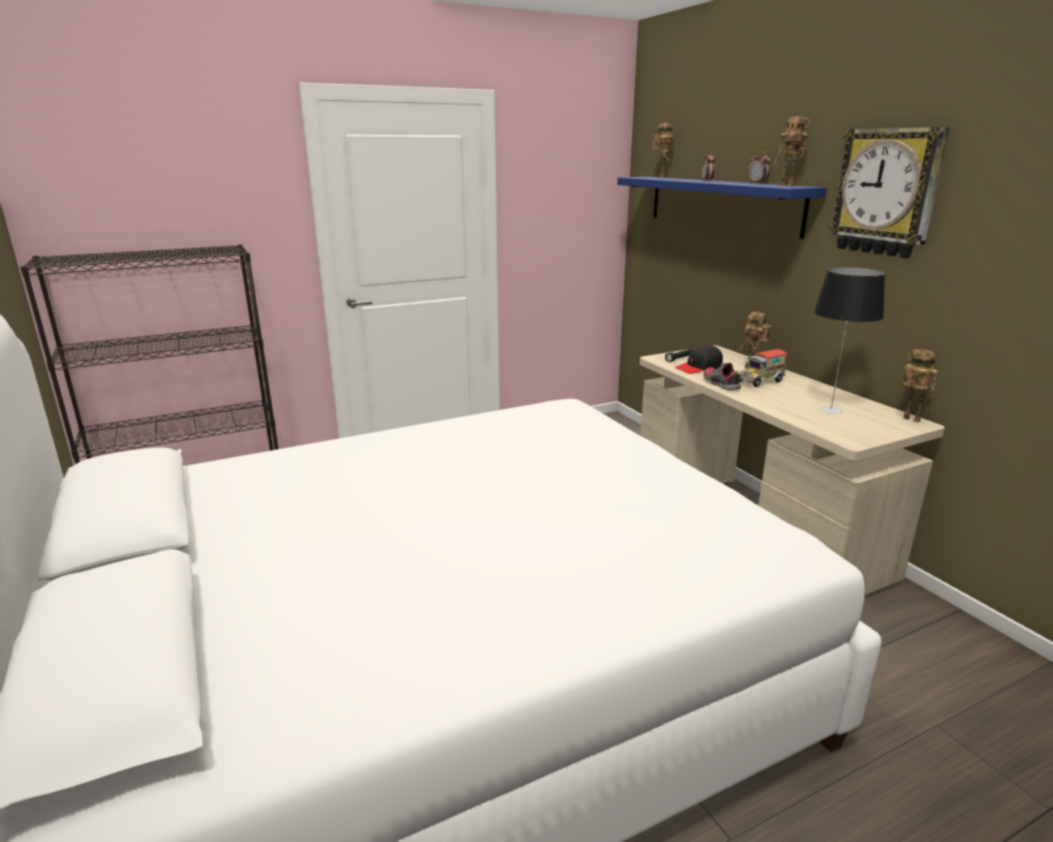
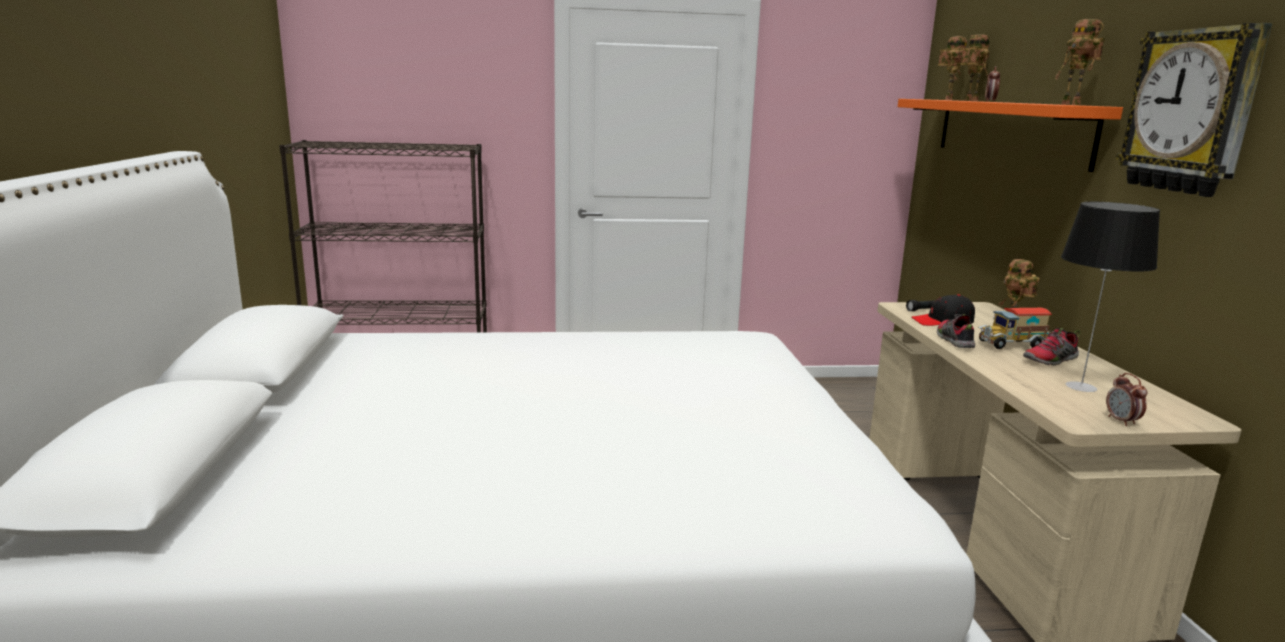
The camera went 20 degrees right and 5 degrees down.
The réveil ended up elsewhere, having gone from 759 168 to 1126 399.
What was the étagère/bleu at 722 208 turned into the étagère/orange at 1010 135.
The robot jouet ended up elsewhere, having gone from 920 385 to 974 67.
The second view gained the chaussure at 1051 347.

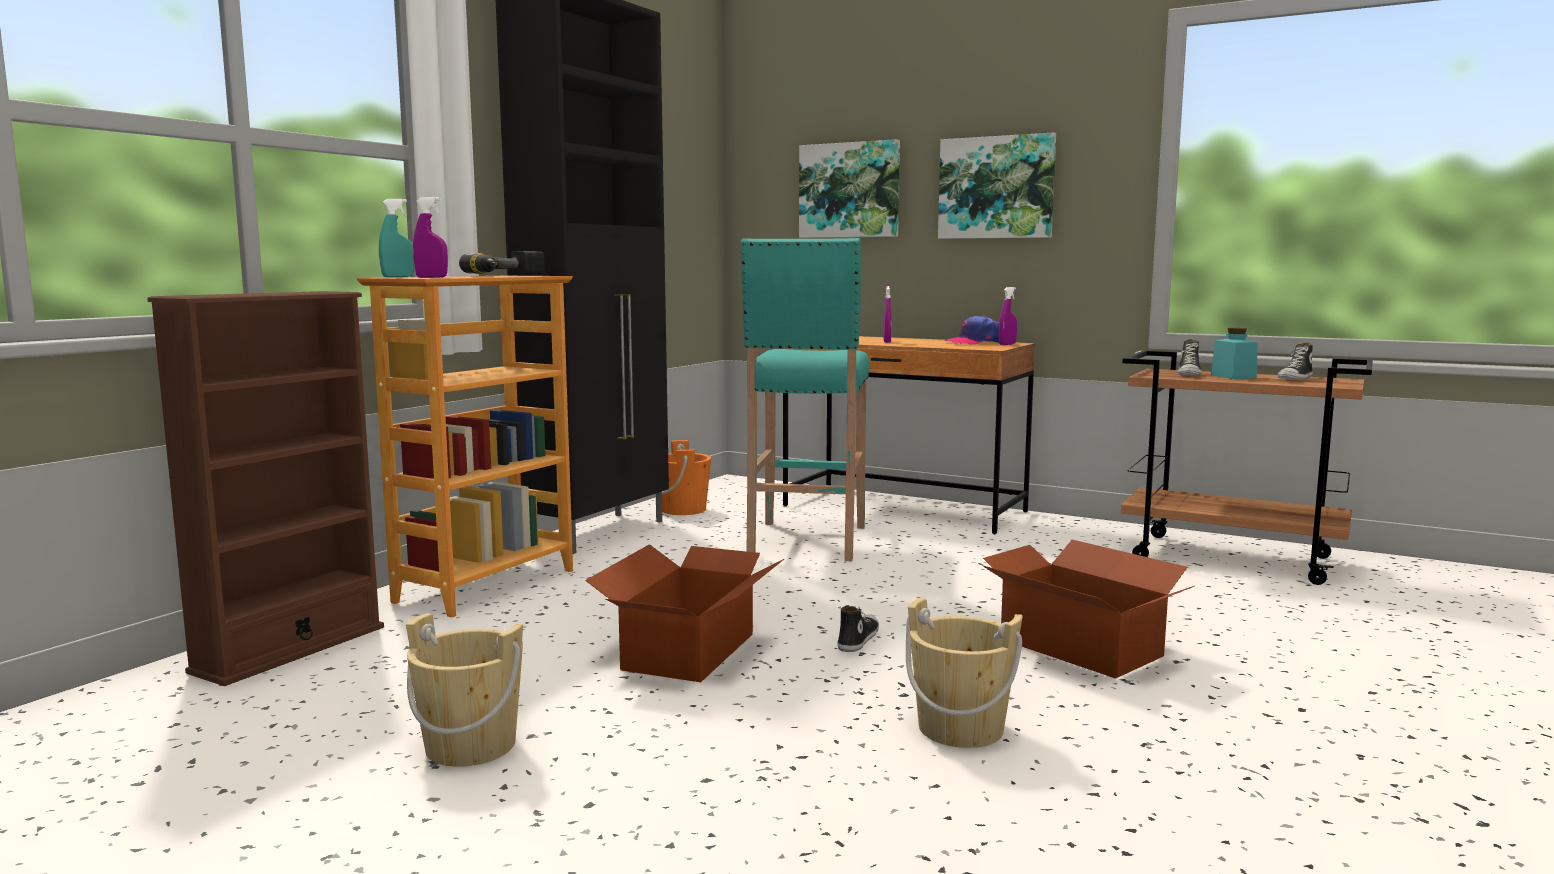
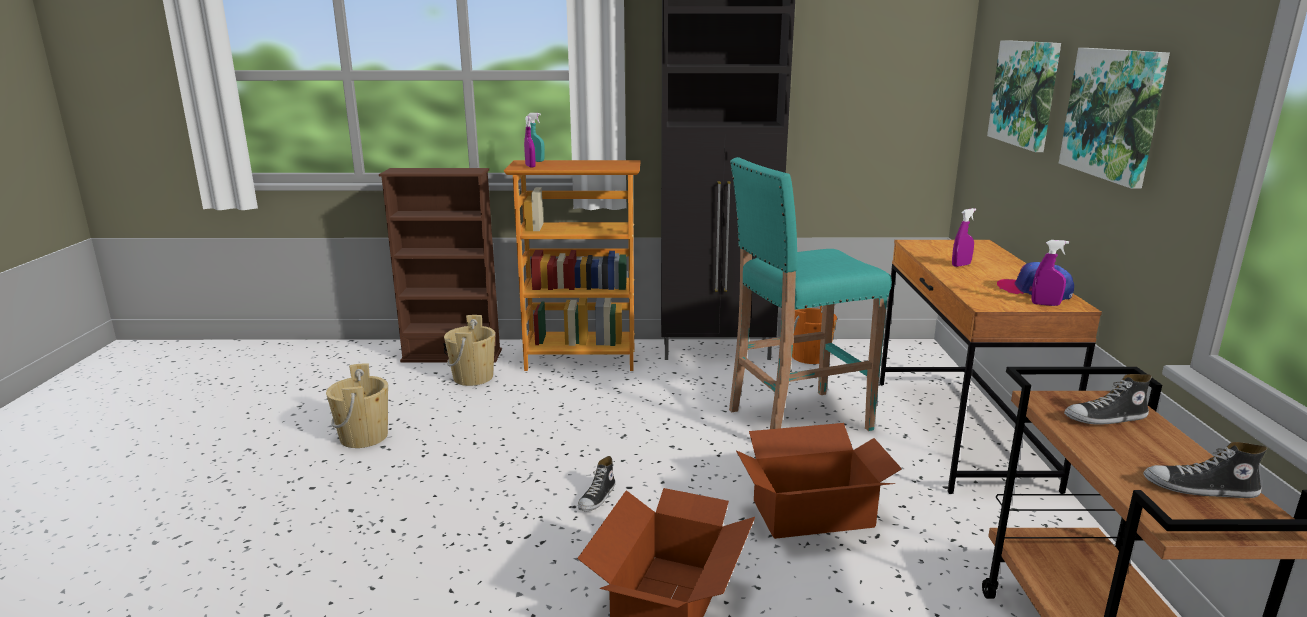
The camera went 60 degrees right and 10 degrees up.
The second view lost the perceuse at 502 263.
The second view lost the bocal/turquoise at 1234 353.
The carton ended up elsewhere, having gone from 684 613 to 819 481.
The seau/beige ended up elsewhere, having gone from 964 673 to 469 350.
The chaussure at 858 628 ended up facing another way, 120 degrees clockwise from before.

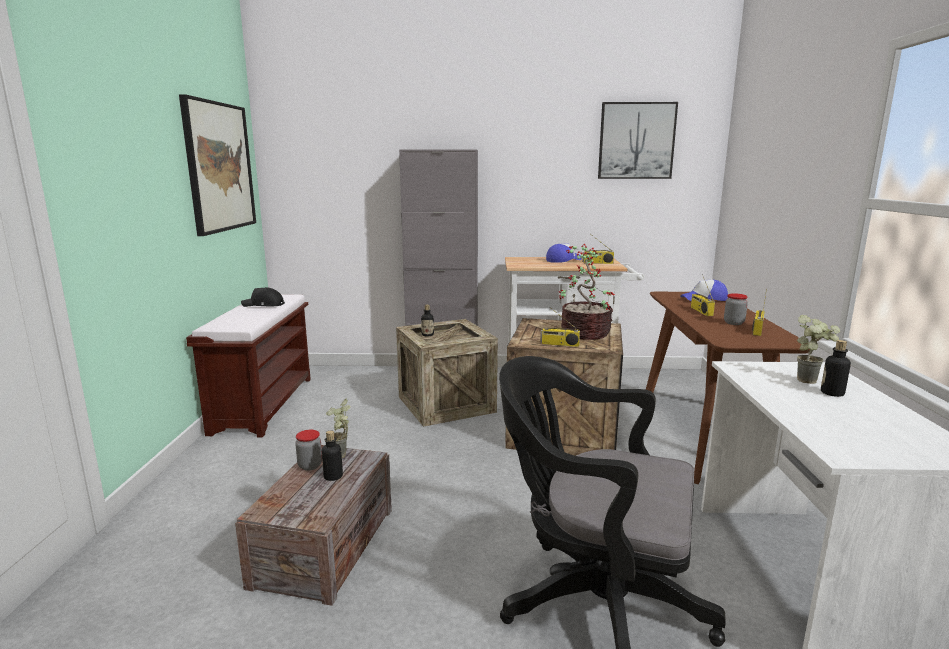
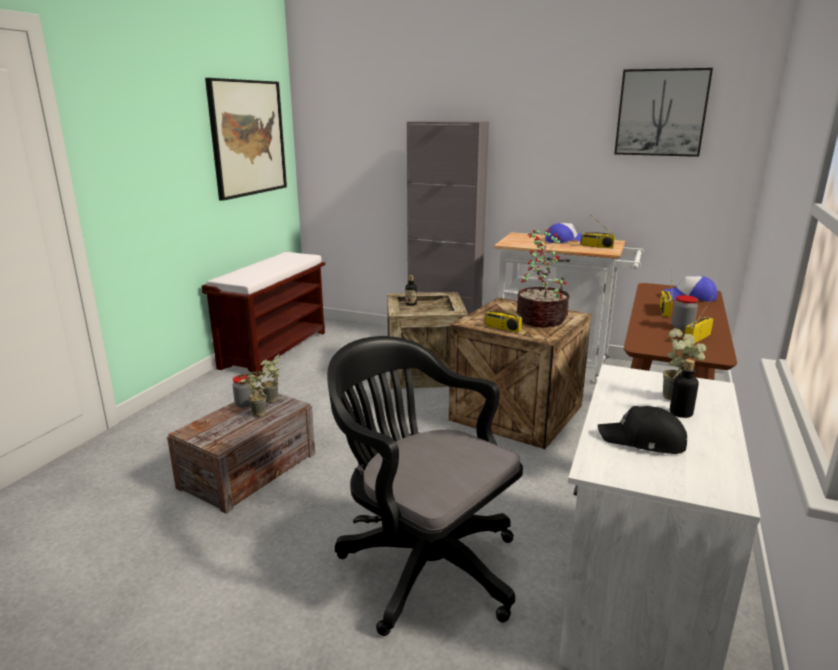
The camera went 20 degrees right and 5 degrees up.
The casquette/noir ended up elsewhere, having gone from 263 297 to 642 430.
Where the bouteille stood at 332 456, the plante en pot came to stand at 252 394.

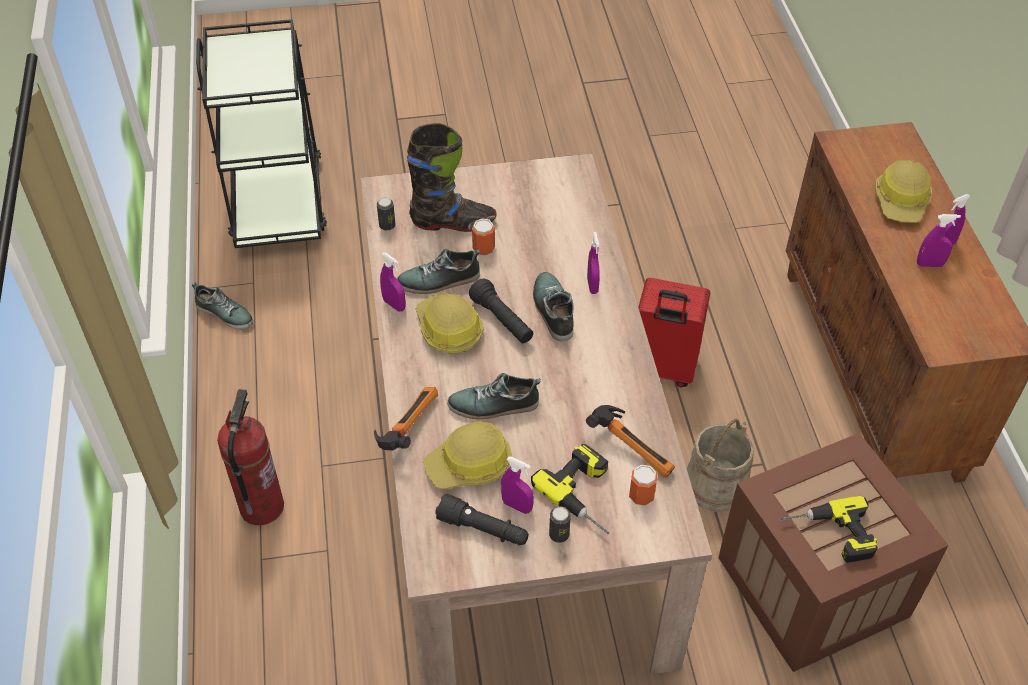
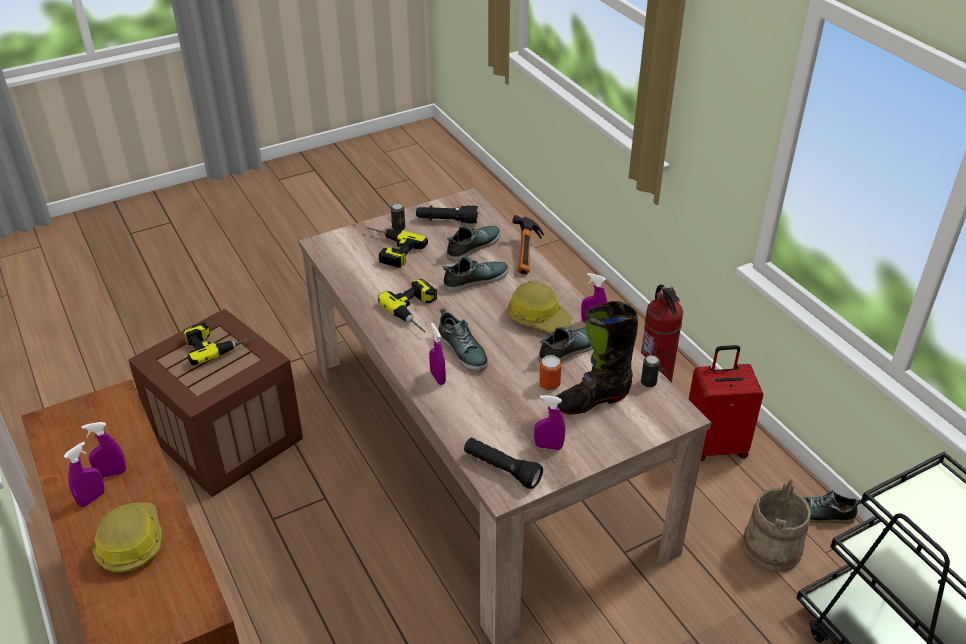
The camera went 160 degrees right and 10 degrees down.
The valise/rouge ended up elsewhere, having gone from 674 332 to 726 403.
The lampe de poche/noir ended up elsewhere, having gone from 501 311 to 503 463.
The second view lost the marteau at 630 441.
The seau/beige ended up elsewhere, having gone from 720 465 to 776 525.
Where the casque de chantier stood at 467 455, the chaussure came to stand at 474 244.
The vaporisateur/violet ended up elsewhere, having gone from 517 485 to 549 422.
The second view lost the boîte métallique at 643 485.
The second view gained the perceuse at 407 305.

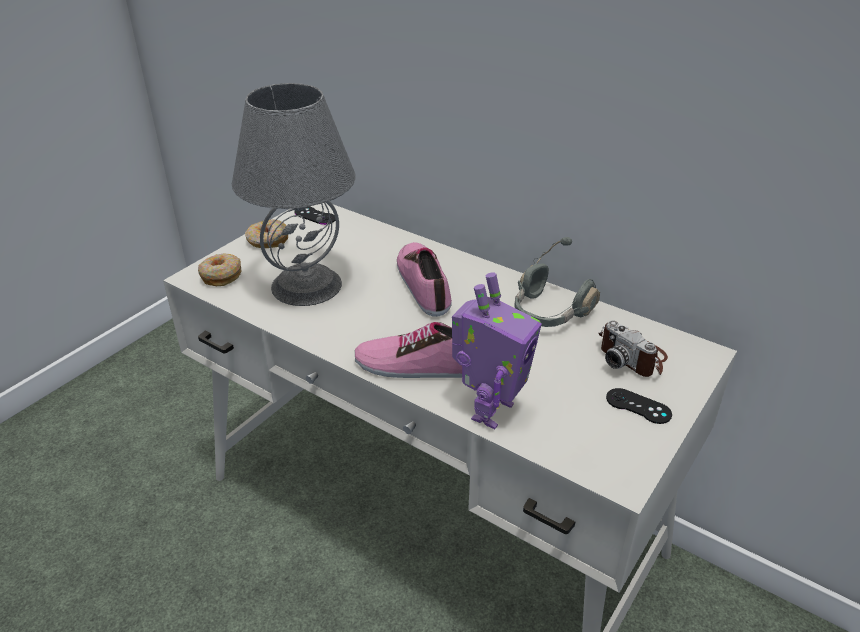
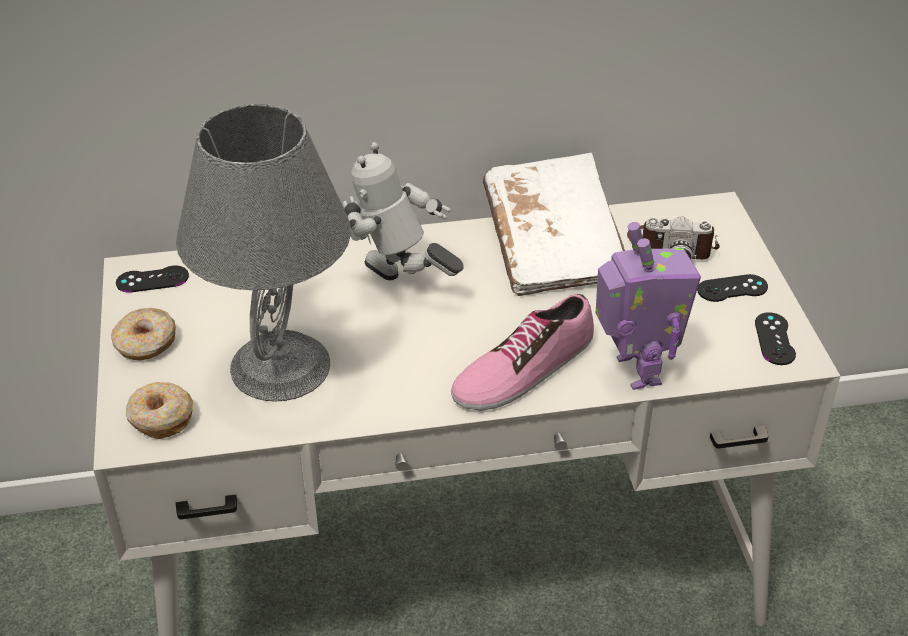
The camera went 45 degrees left and 5 degrees up.
Where the casque audio/gris stood at 557 282, the livre/blanc came to stand at 554 224.
Where the chaussure stood at 424 279, the robot jouet came to stand at 403 211.
The second view gained the manette/noir at 775 338.

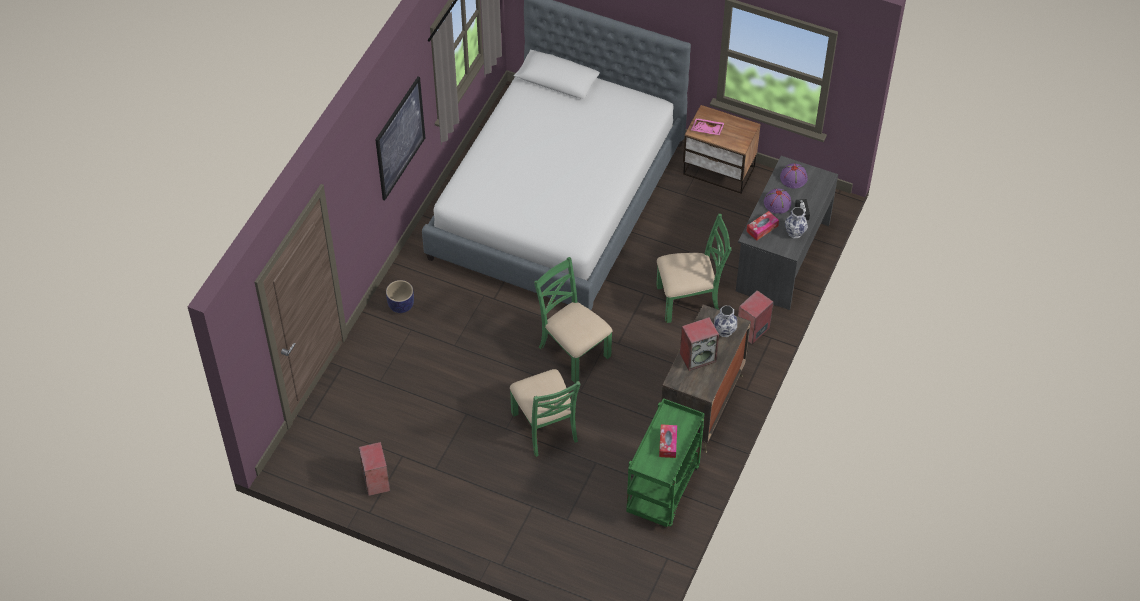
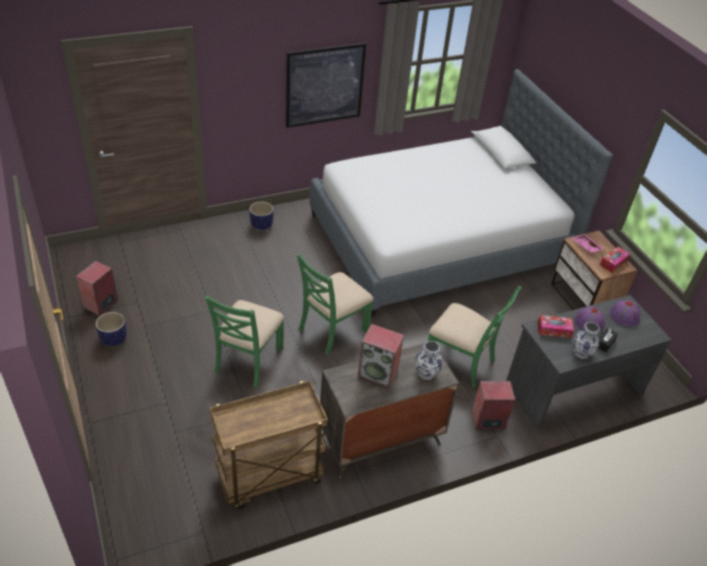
The camera went 40 degrees right and 10 degrees down.
The chaise/vert at 573 320 ended up facing another way, 135 degrees counterclockwise from before.
What was the chariot/vert at 665 462 turned into the chariot/marron at 268 445.
The boîte à mouchoirs ended up elsewhere, having gone from 668 441 to 615 260.
The second view gained the cache-pot at 111 329.

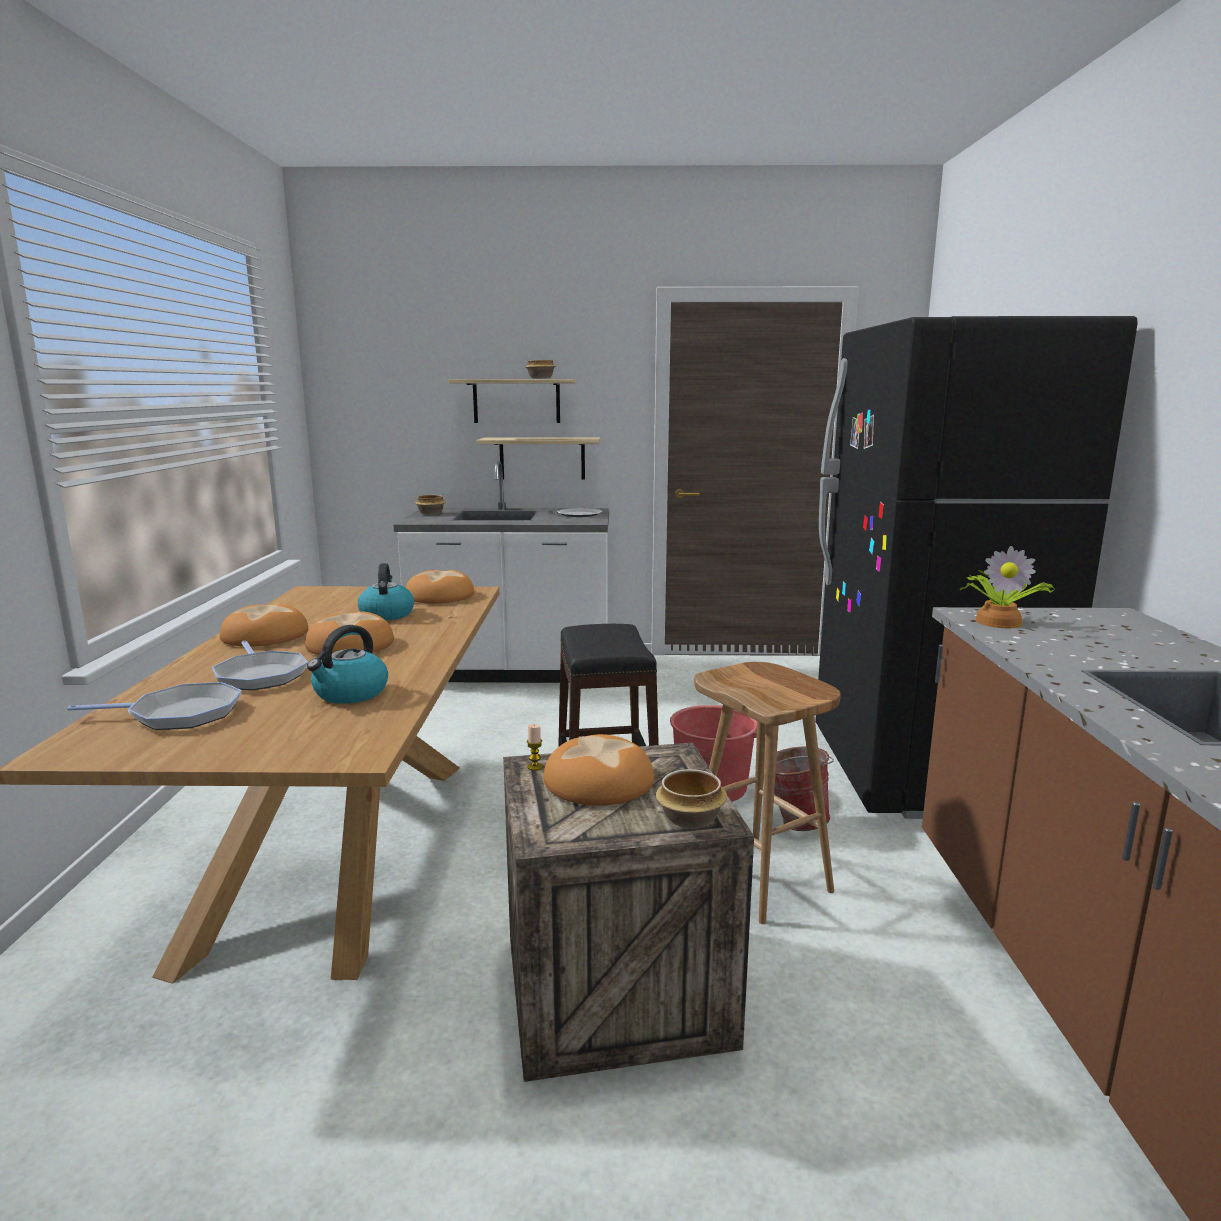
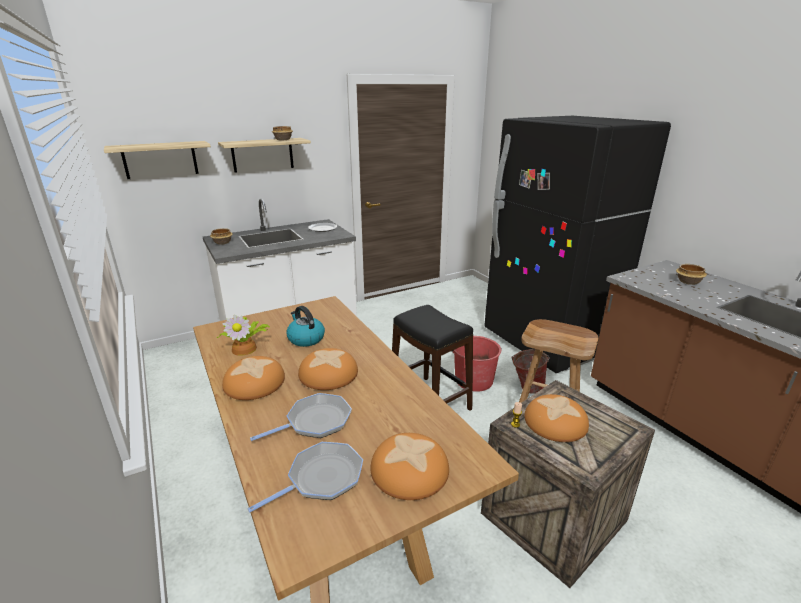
The camera went 30 degrees left and 10 degrees up.
The étagère ended up elsewhere, having gone from 538 458 to 157 160.
The plante en pot ended up elsewhere, having gone from 1007 587 to 243 335.
The pain ended up elsewhere, having gone from 440 587 to 409 466.
The second view lost the bouilloire at 347 664.
The poêle at 260 665 ended up facing another way, 60 degrees counterclockwise from before.
The bol ended up elsewhere, having gone from 691 799 to 691 274.

